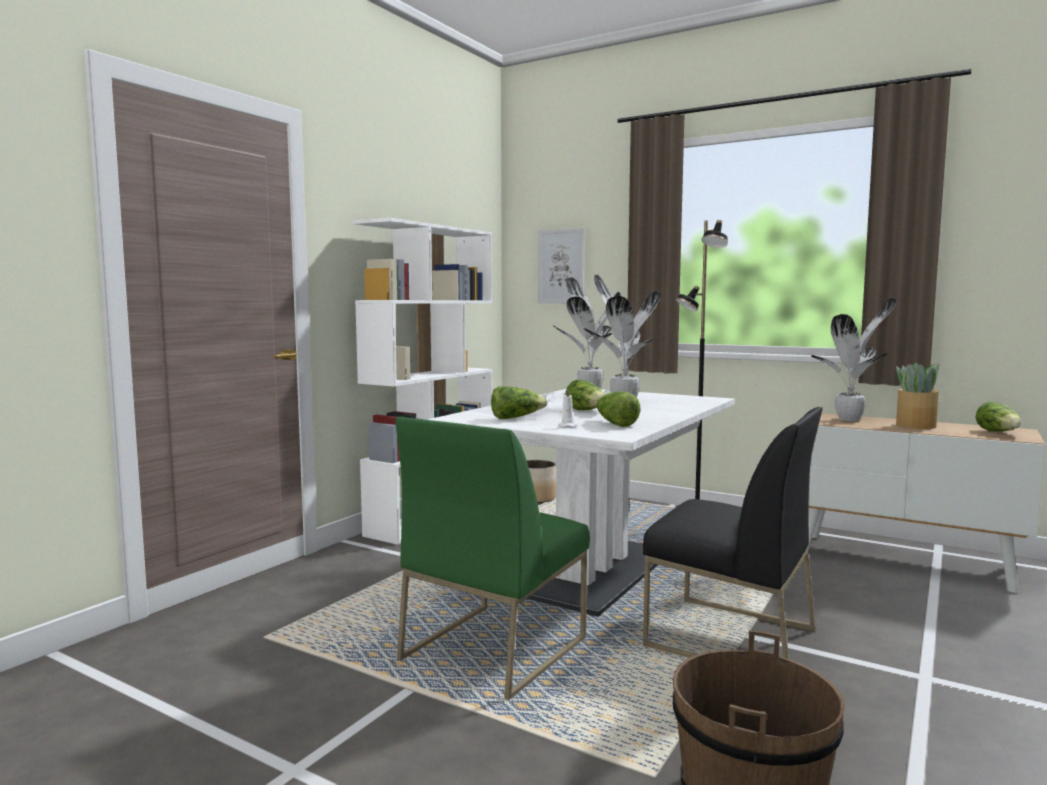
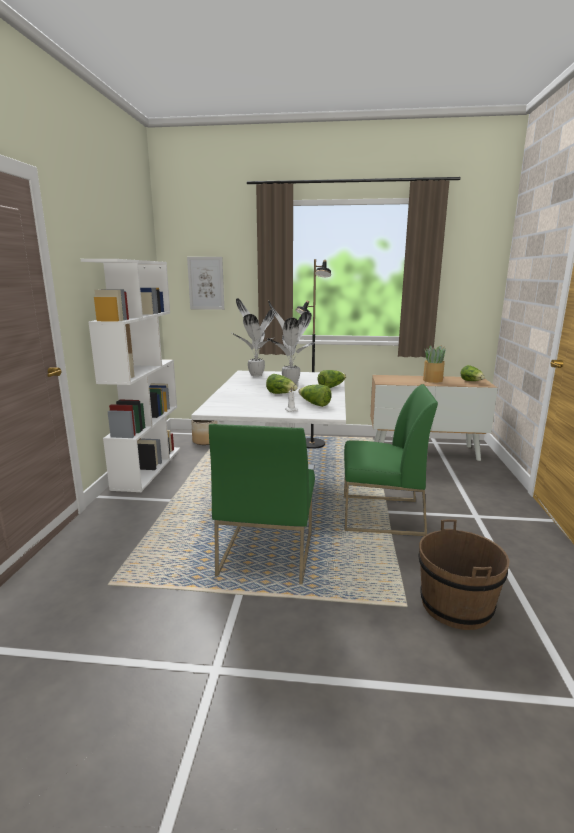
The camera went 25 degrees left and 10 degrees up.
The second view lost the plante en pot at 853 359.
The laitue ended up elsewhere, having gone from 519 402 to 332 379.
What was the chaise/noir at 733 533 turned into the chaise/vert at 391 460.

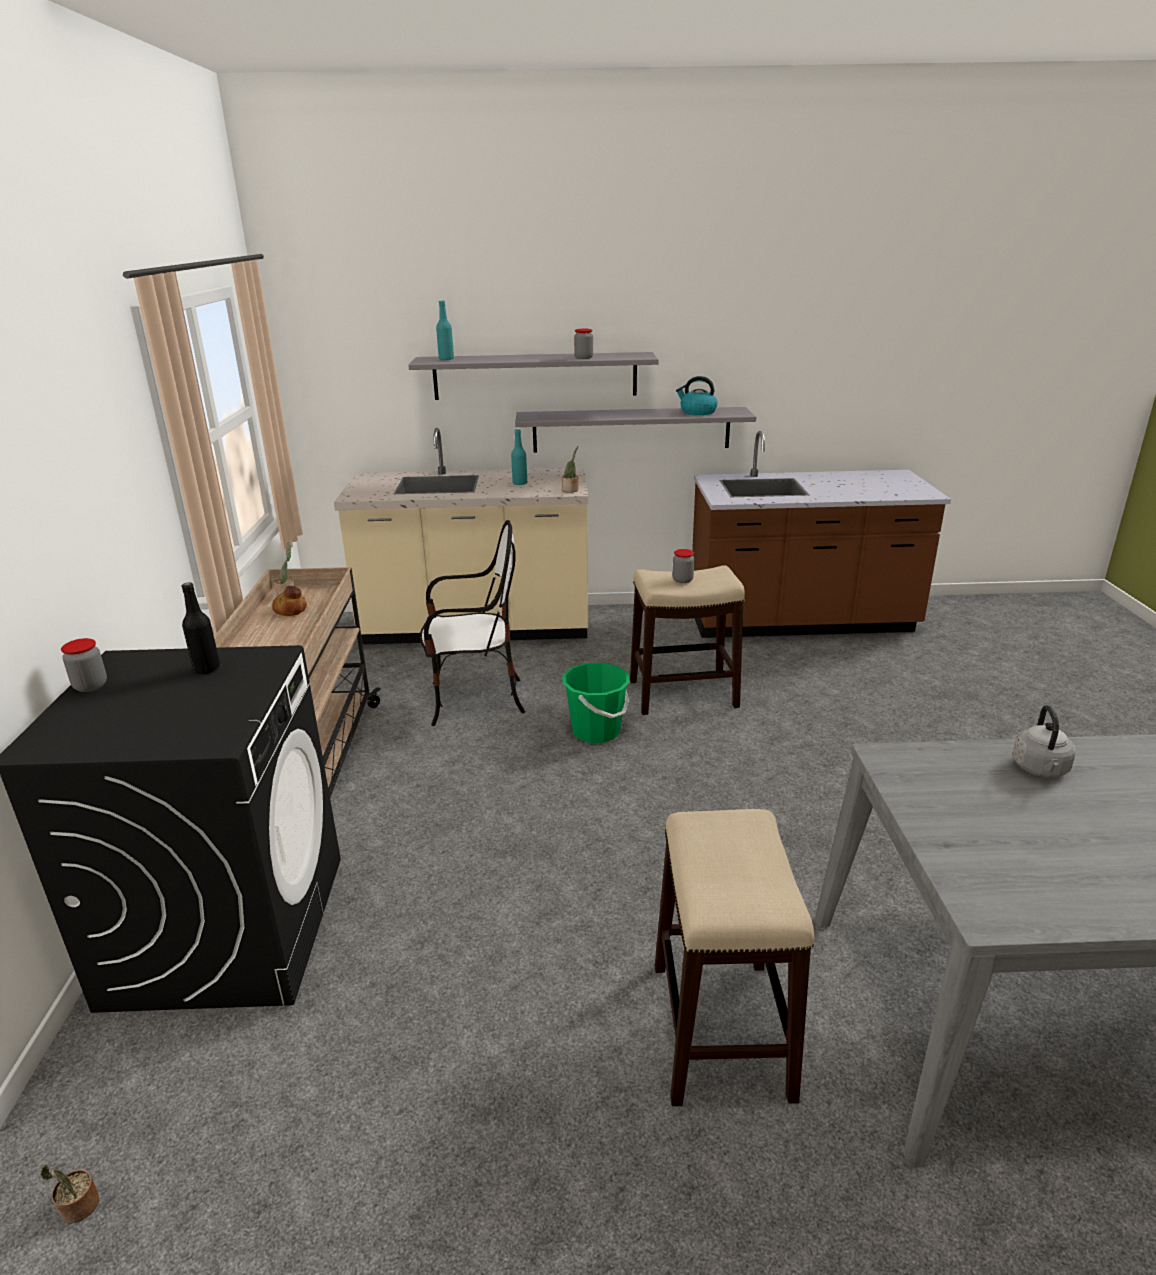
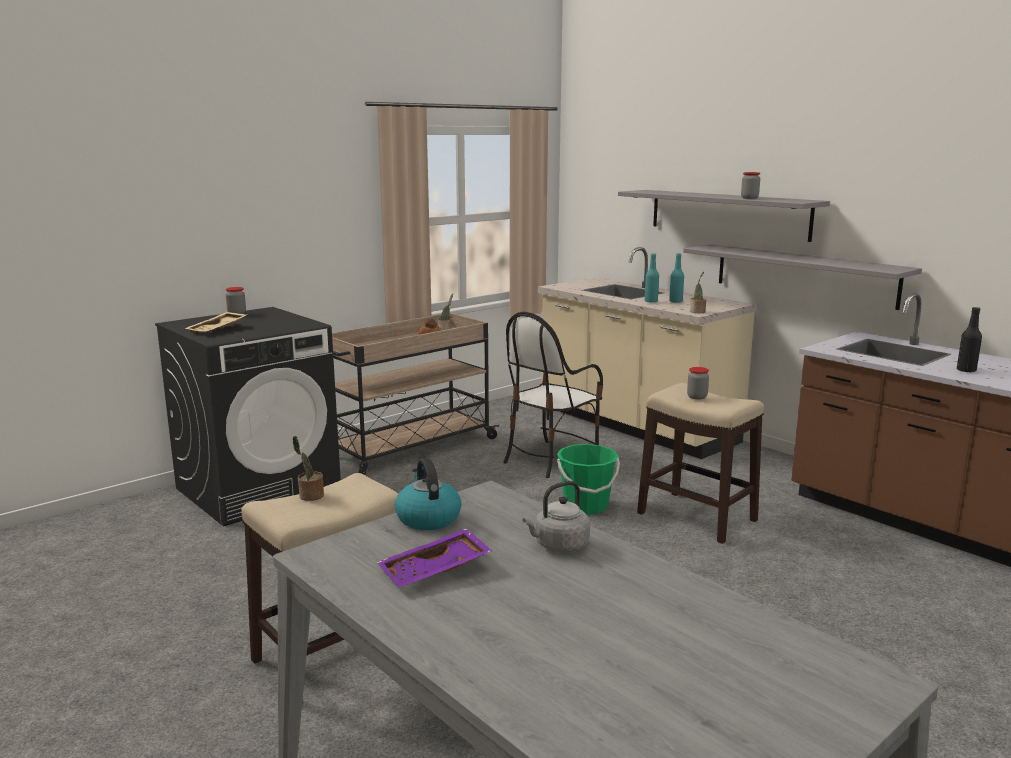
The camera went 50 degrees right and 10 degrees down.
The bouteille/turquoise ended up elsewhere, having gone from 445 330 to 652 277.
The bouilloire ended up elsewhere, having gone from 697 395 to 428 494.
The chaise at 472 623 ended up facing another way, 90 degrees clockwise from before.
The bouteille/noir ended up elsewhere, having gone from 201 628 to 969 340.
The plante en pot ended up elsewhere, having gone from 69 1194 to 308 468.
The second view gained the plateau/beige at 216 323.
The second view gained the plateau/violet at 434 558.

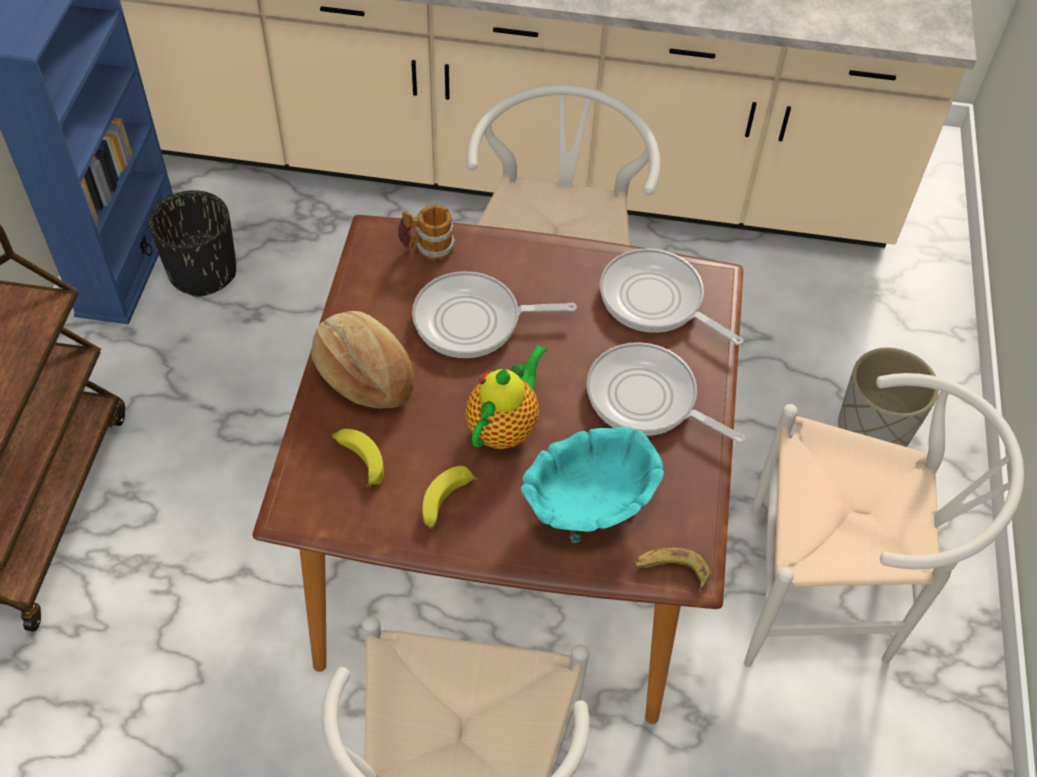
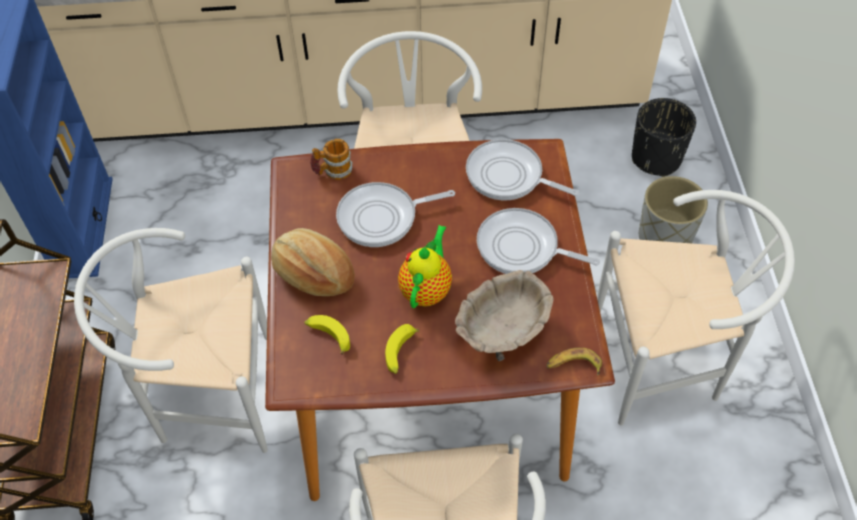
The camera went 10 degrees left and 0 degrees up.
The cache-pot/noir ended up elsewhere, having gone from 192 243 to 664 137.
What was the bol/turquoise at 592 485 turned into the bol/beige at 504 315.
The second view gained the chaise/blanc at 171 340.

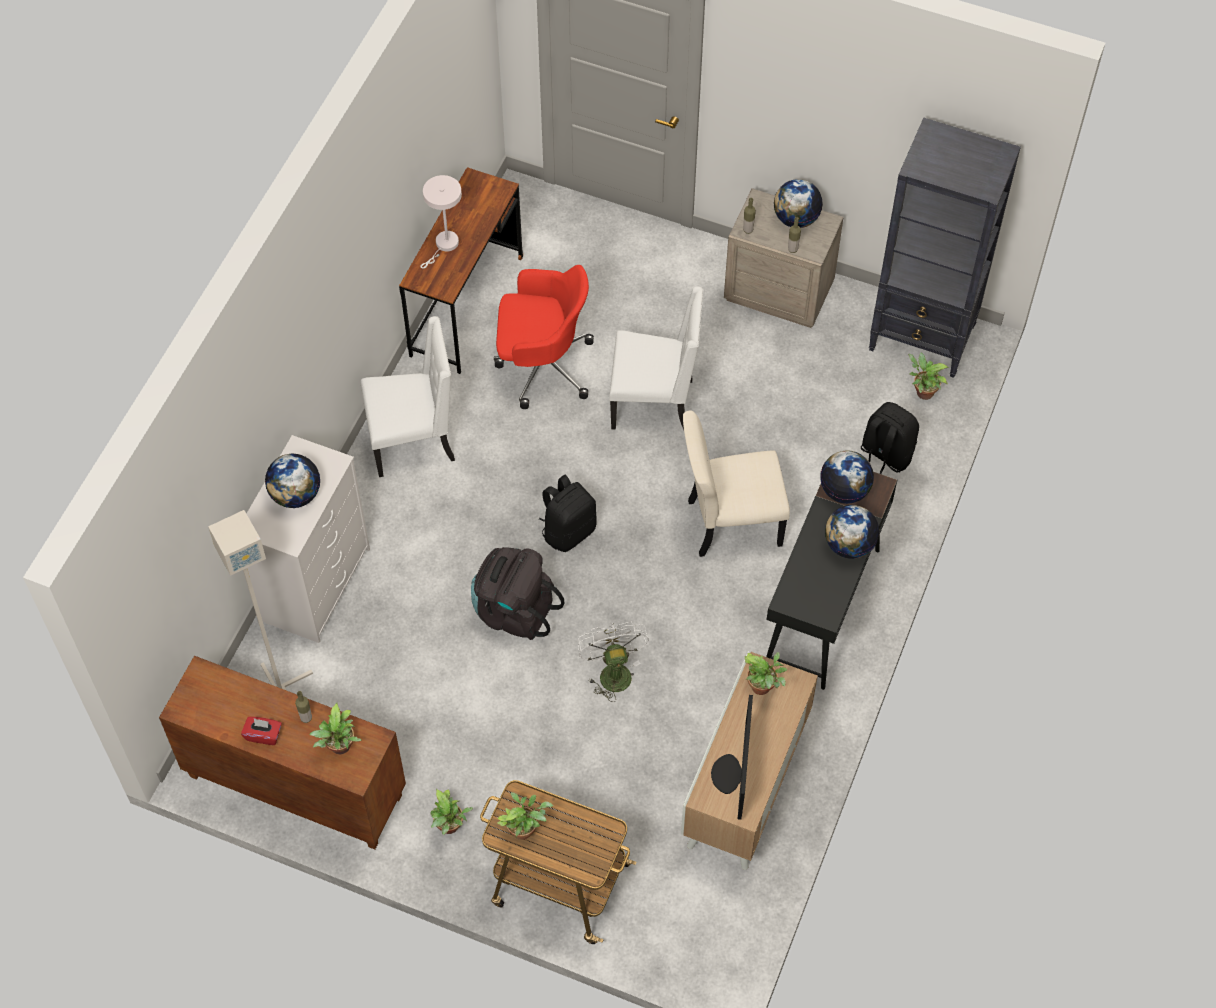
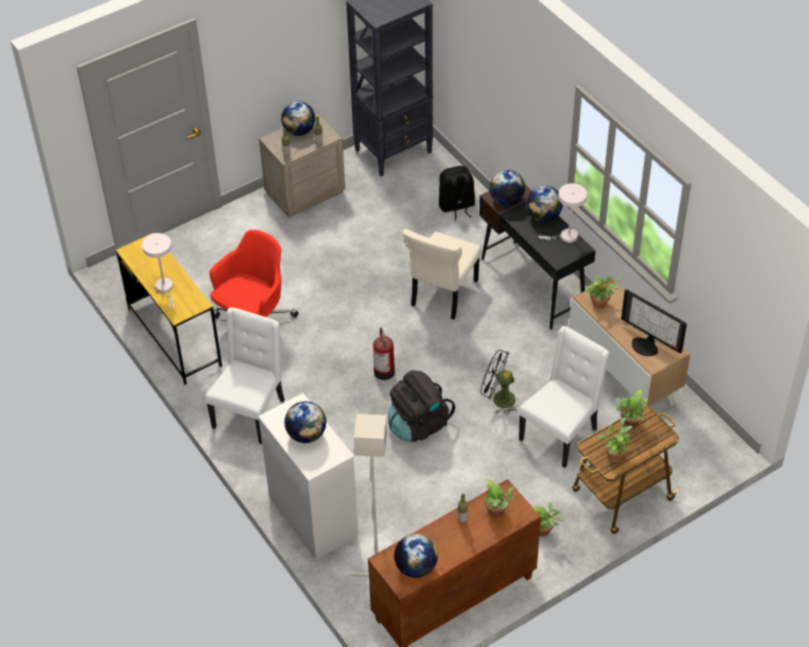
The camera went 55 degrees left and 10 degrees down.
What was the bureau/marron at 461 270 turned into the bureau/jaune at 169 309.
The chaise/blanc ended up elsewhere, having gone from 656 358 to 564 397.
The plante en pot ended up elsewhere, having gone from 928 376 to 630 409.
Where the sac à dos/noir stood at 568 513, the extincteur came to stand at 384 353.
What was the ventilateur/blanc at 613 661 turned into the ventilateur/noir at 500 382.
The second view lost the boîte à mouchoirs/rouge at 261 731.
The second view gained the lampe de table/blanc at 562 213.
The second view gained the globe at 416 556.

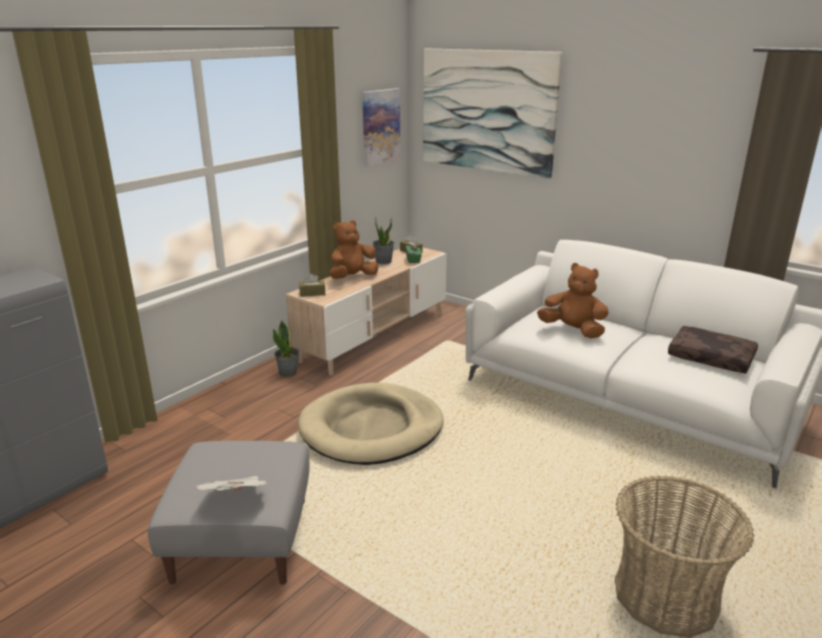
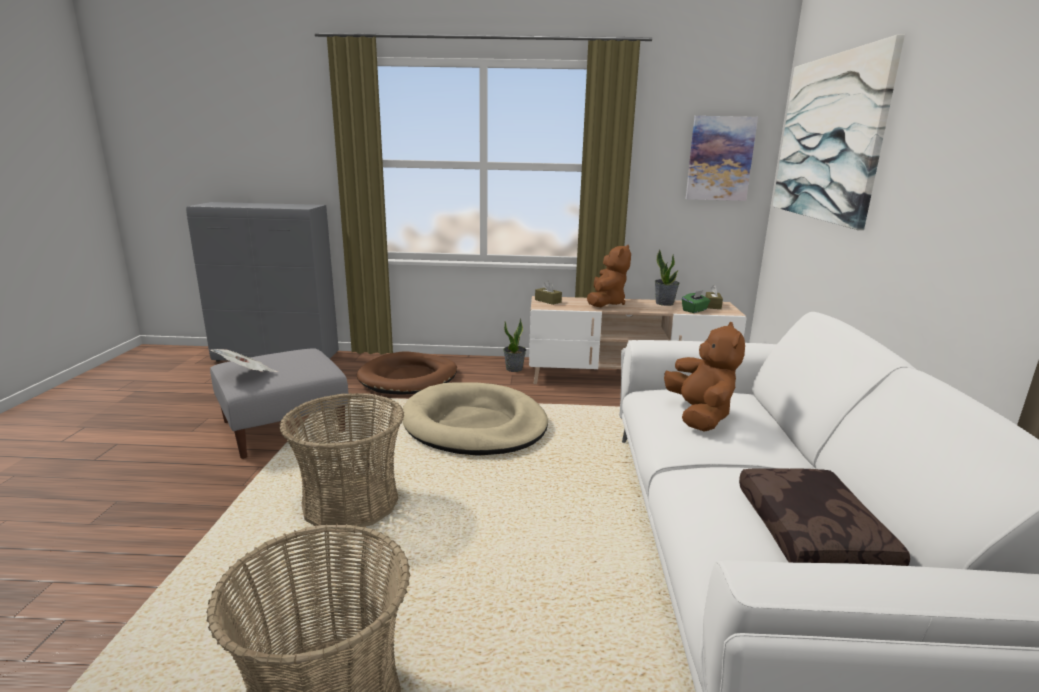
The camera went 55 degrees right and 5 degrees down.
The peluche/marron at 354 249 ended up facing another way, 90 degrees clockwise from before.
The second view gained the panier pour chien/marron at 407 372.
The second view gained the panier at 341 460.

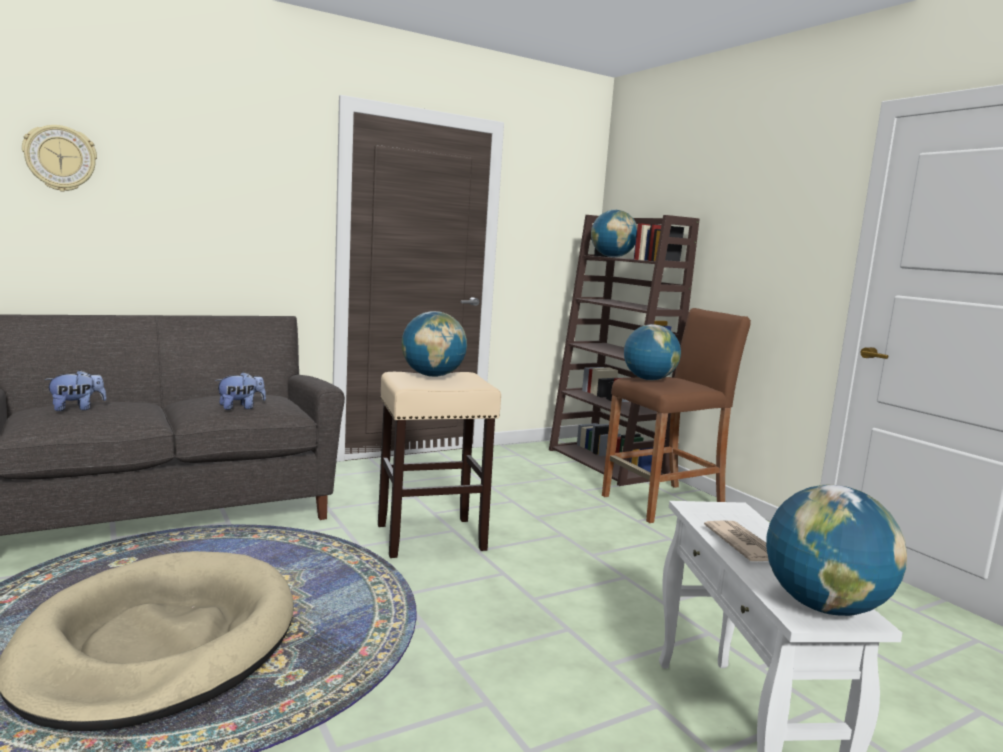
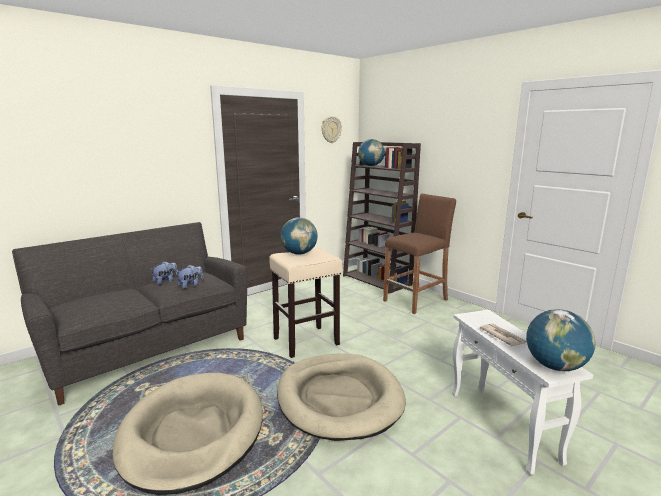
The camera went 10 degrees left and 5 degrees up.
The horloge murale ended up elsewhere, having gone from 59 158 to 332 129.
The second view lost the globe at 652 352.
The peluche ended up elsewhere, having gone from 76 390 to 164 273.
The second view gained the panier pour chien/beige at 341 397.

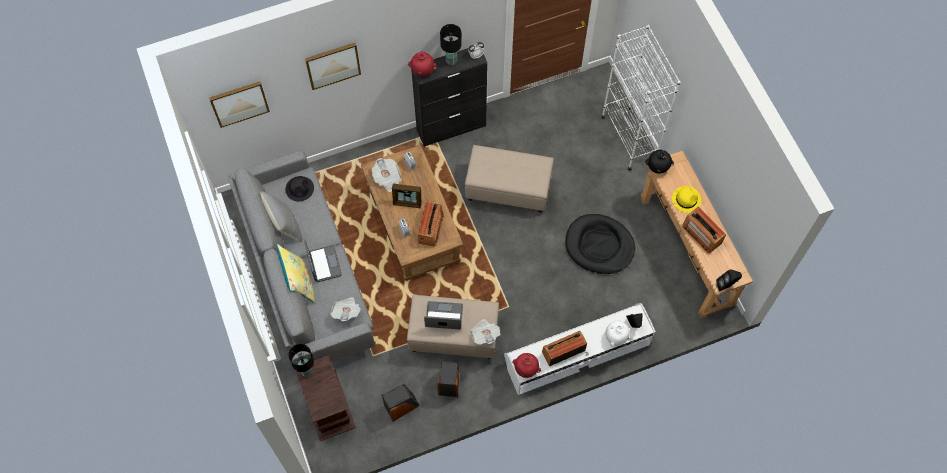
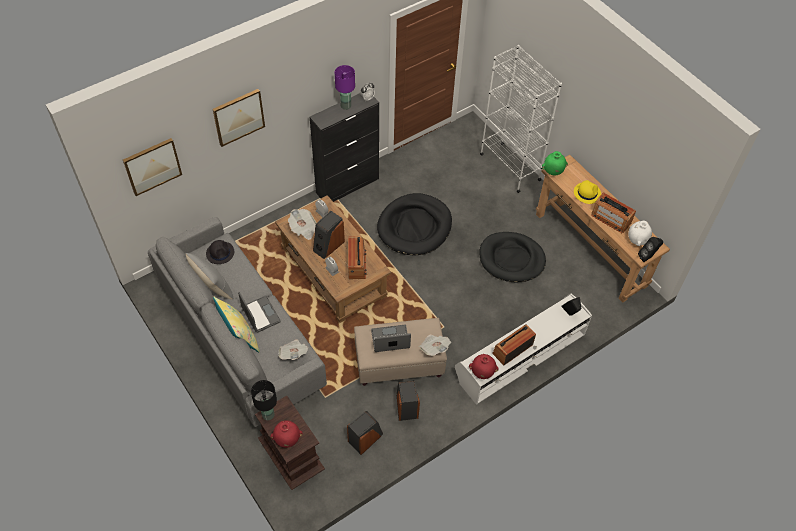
The camera went 15 degrees left and 10 degrees down.
What was the lampe de table/noir at 451 44 turned into the lampe de table/violet at 345 87.
The vase/rouge ended up elsewhere, having gone from 422 64 to 286 434.
Where the pouf/beige stood at 509 179, the panier pour chien/noir came to stand at 414 224.
What was the vase/noir at 659 161 turned into the vase/vert at 555 163.
Where the cadre photo stood at 407 196, the enceinte came to stand at 329 235.
The vase/blanc ended up elsewhere, having gone from 617 334 to 640 233.

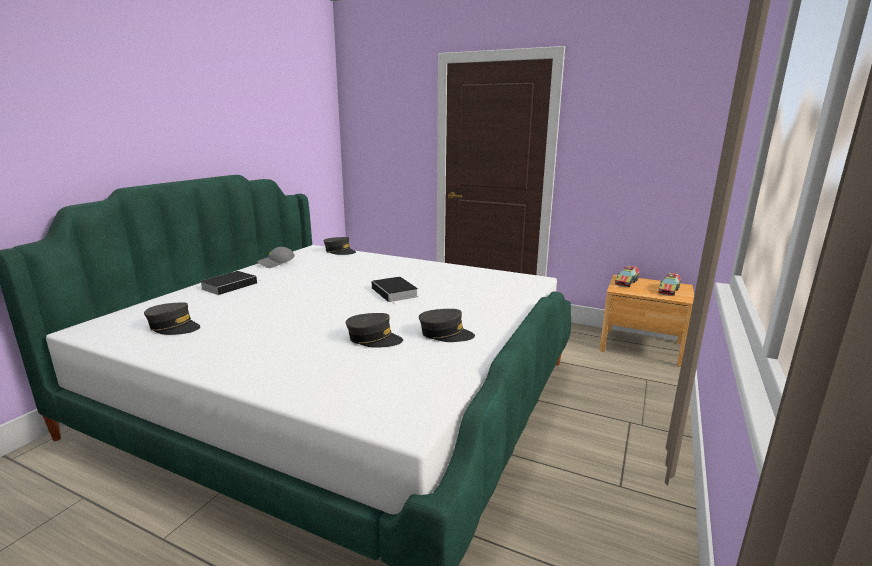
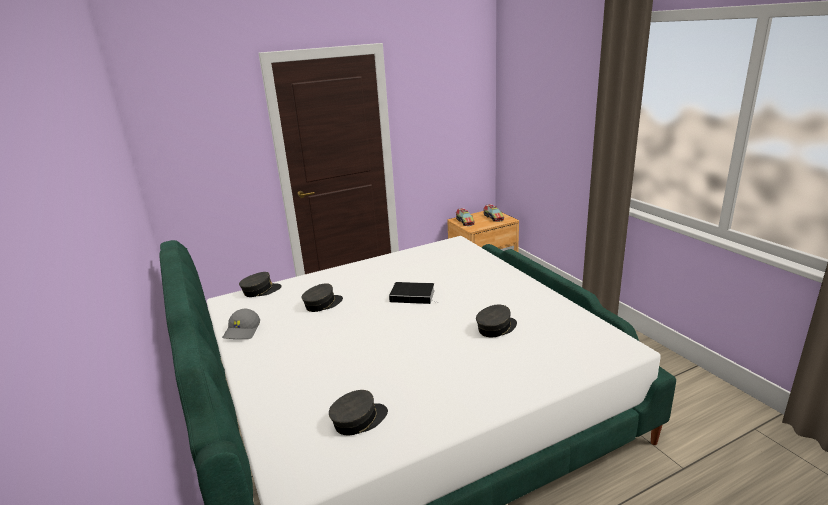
The camera went 50 degrees left and 5 degrees up.
The second view lost the livre at 228 283.
The casquette/gris ended up elsewhere, having gone from 447 325 to 322 297.

